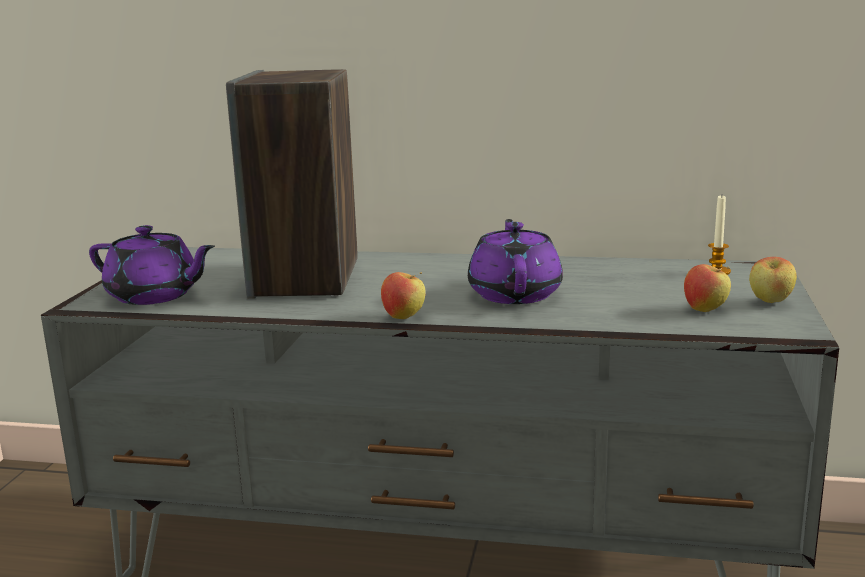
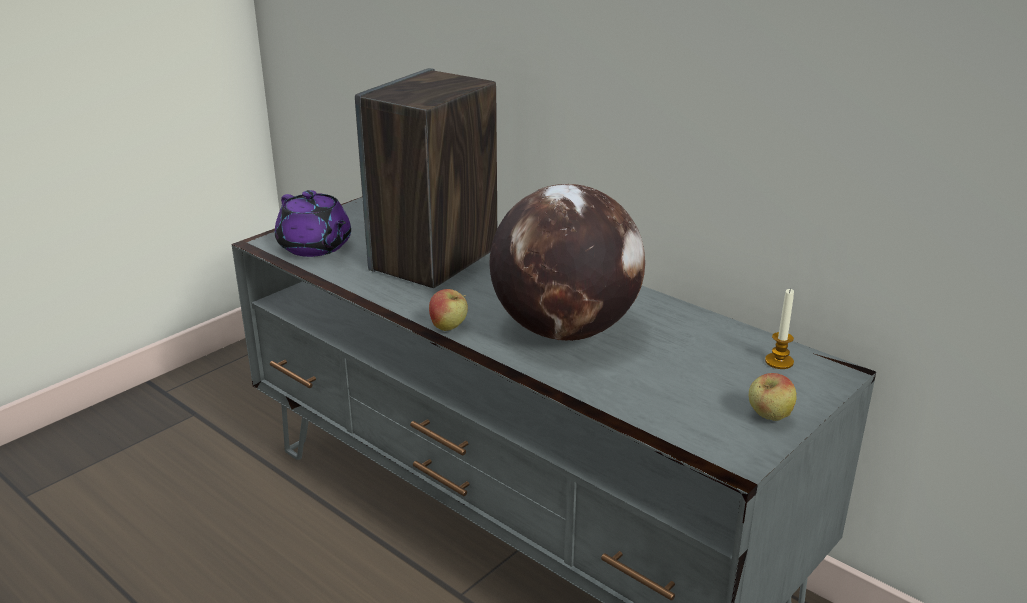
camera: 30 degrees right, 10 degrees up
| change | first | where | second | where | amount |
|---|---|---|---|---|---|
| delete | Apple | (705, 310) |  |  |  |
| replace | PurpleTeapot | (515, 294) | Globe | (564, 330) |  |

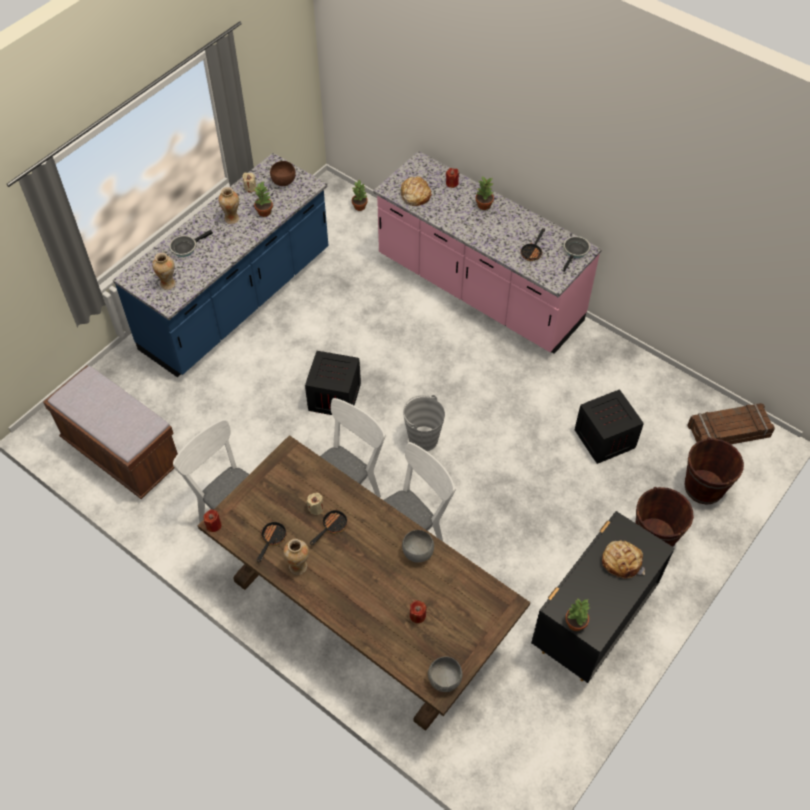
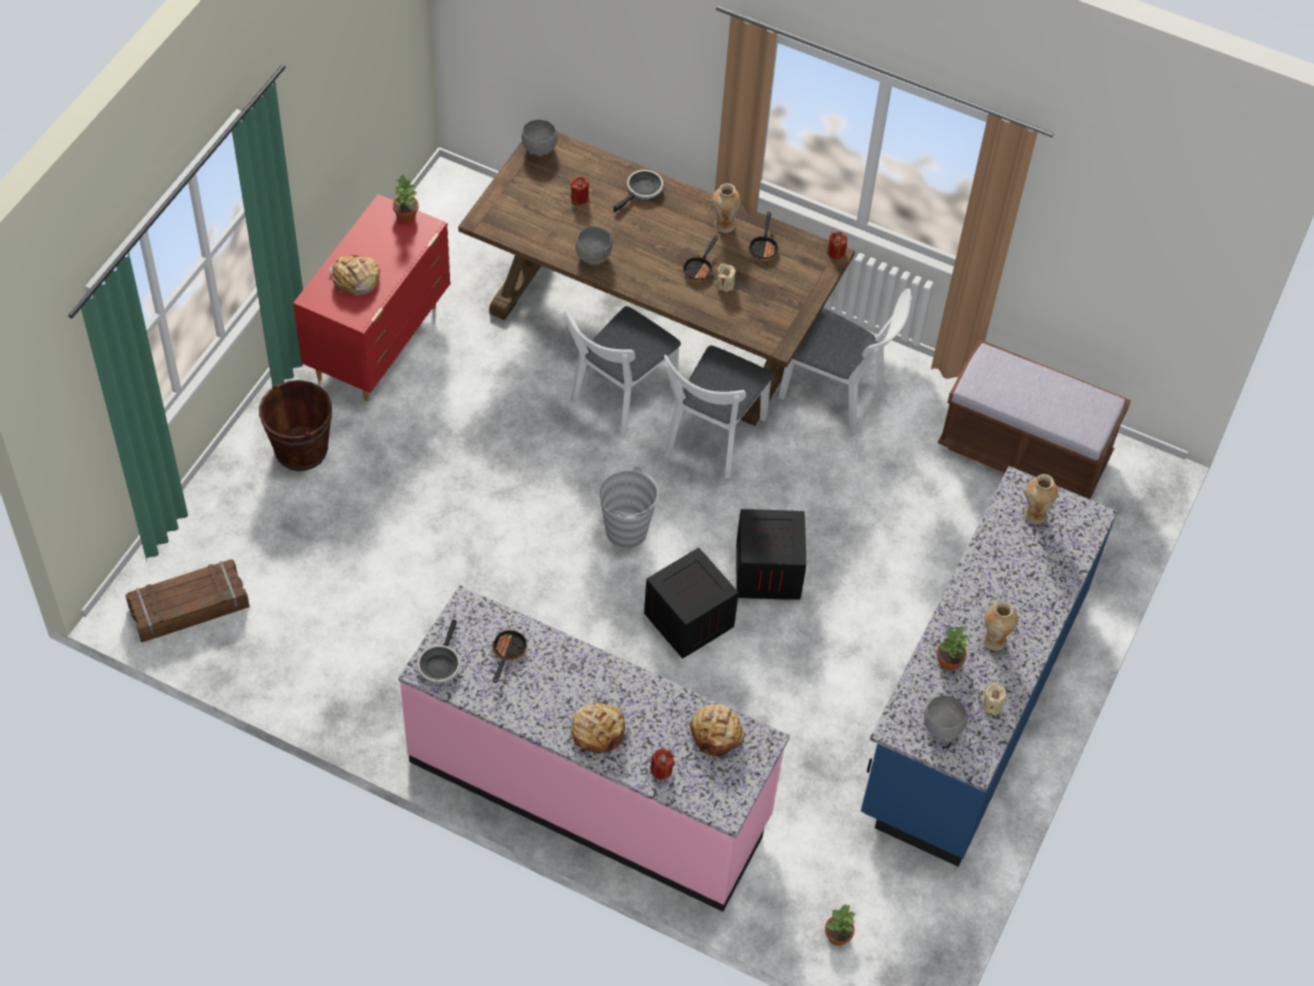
camera: 165 degrees right, 0 degrees up
| change | first | where | second | where | amount |
|---|---|---|---|---|---|
| delete | BrownBucket | (703, 487) |  |  |  |
| move | FryingPan | (186, 247) |  | (642, 191) |  |
| move | Crate | (605, 438) |  | (688, 621) |  |
| replace | PottedPlant | (484, 205) | Bread | (598, 731) |  |
| recolor | BrownBowl | (284, 182) | GreyBowl | (941, 727) |  |
| recolor | BlackDresser | (591, 624) | RedDresser | (380, 343) |  |

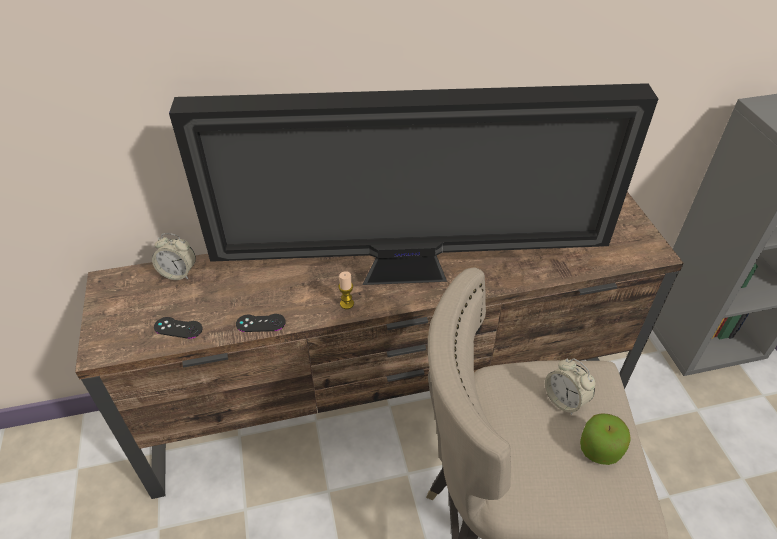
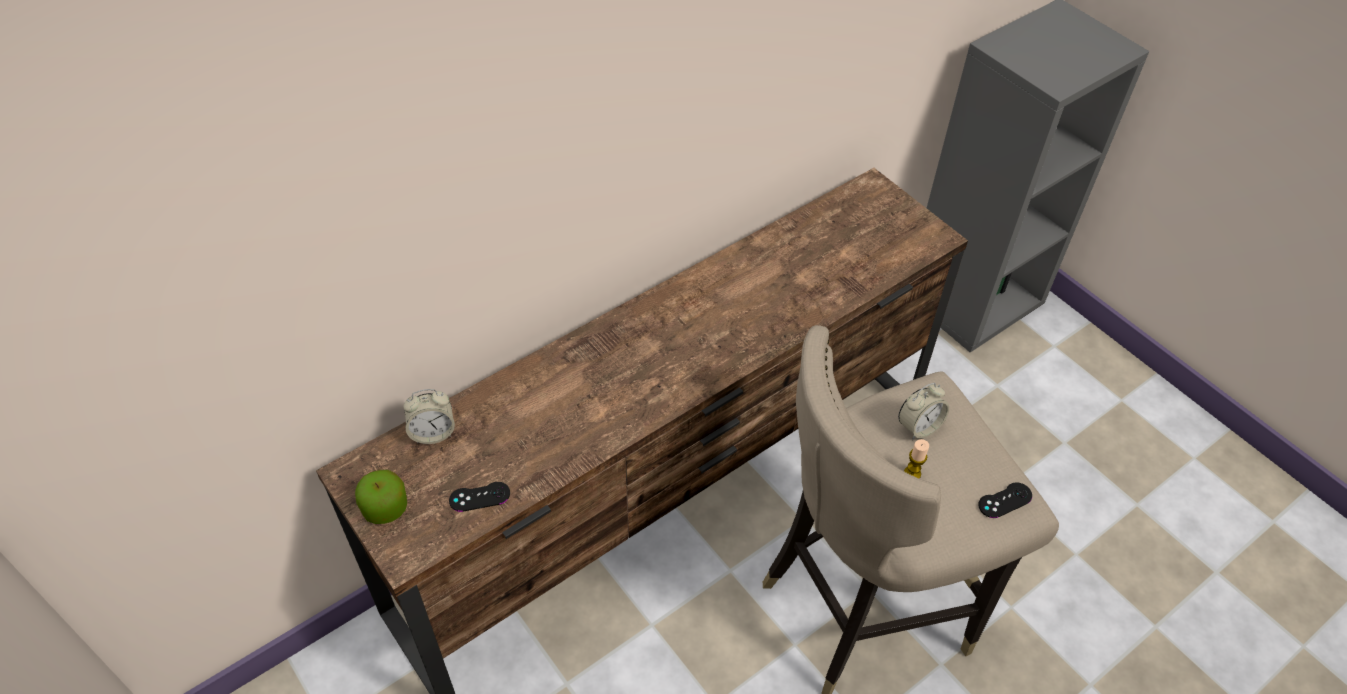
camera: 25 degrees left, 5 degrees up
| change | first | where | second | where | amount |
|---|---|---|---|---|---|
| delete | Television | (410, 274) |  |  |  |
| move | BlackGameController | (260, 323) |  | (1005, 500) |  |
| move | Candle | (347, 304) |  | (912, 473) |  |
| move | Apple | (600, 449) |  | (385, 508) |  |
| rotate | AlarmClock | (565, 400) |  | (919, 427) | 60 degrees counterclockwise |

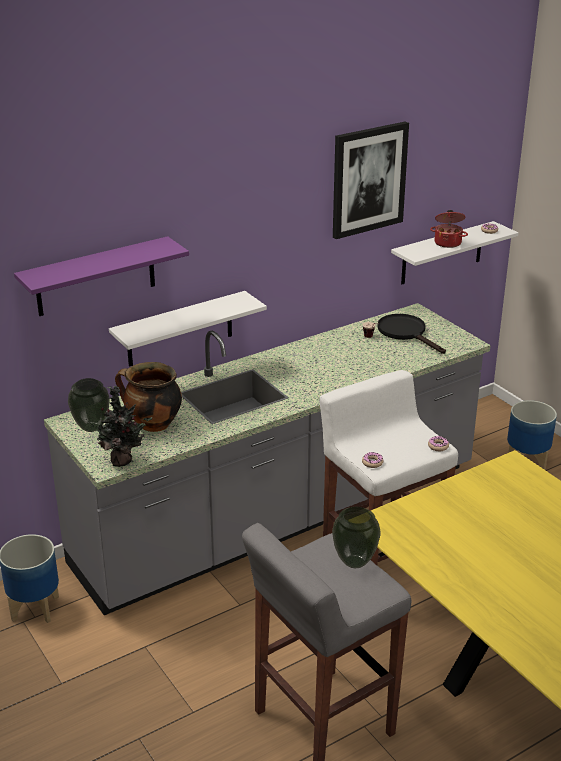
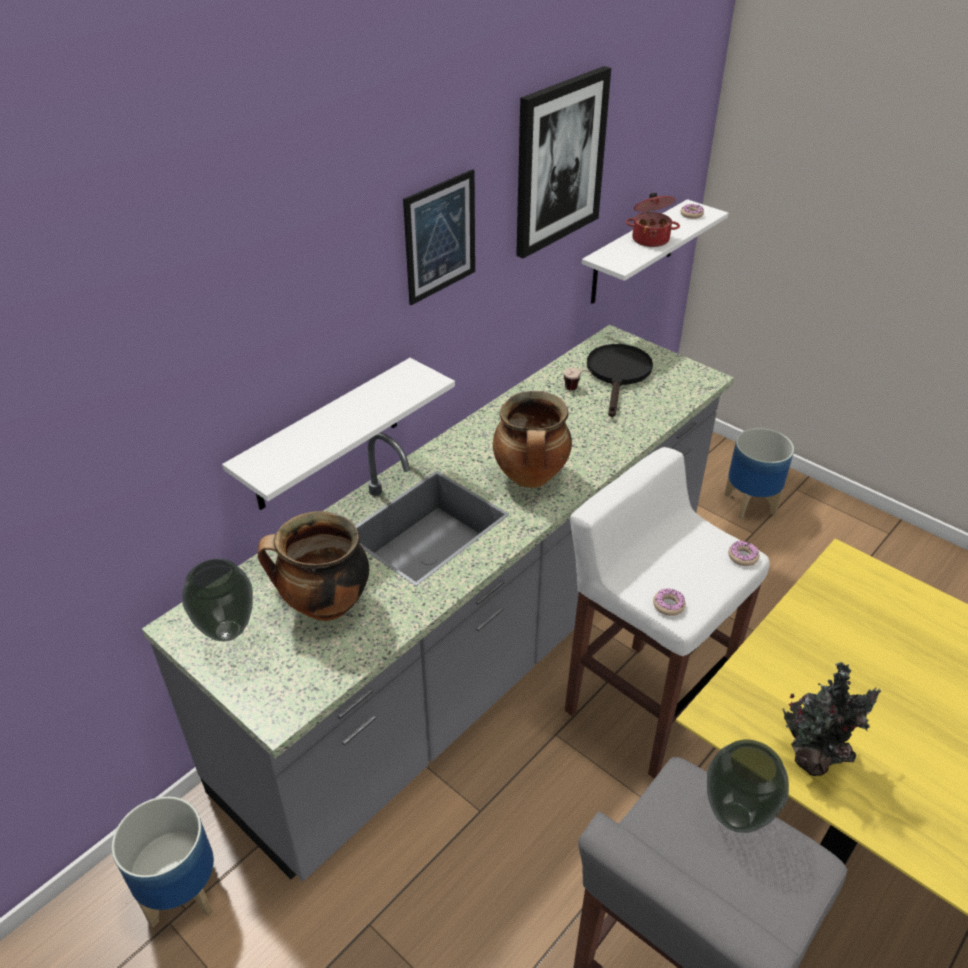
camera: 15 degrees left, 10 degrees up
| change | first | where | second | where | amount |
|---|---|---|---|---|---|
| delete | PurpleShelf | (96, 277) |  |  |  |
| insert |  |  | Picture | (440, 237) |  |
| insert |  |  | CookingPot | (531, 478) |  |
| move | PottedPlant | (123, 460) |  | (813, 758) |  |
| rotate | BlackFryingPan | (406, 333) |  | (618, 374) | 60 degrees clockwise |

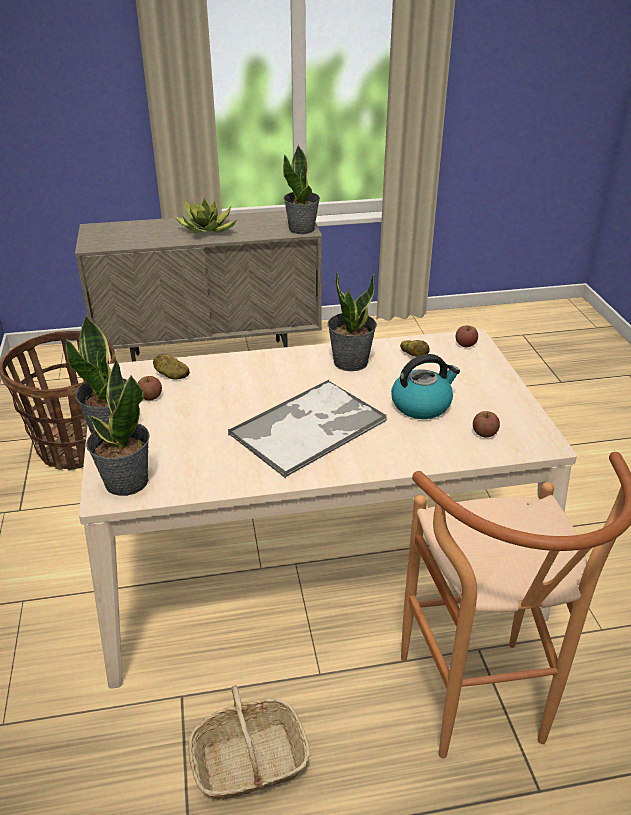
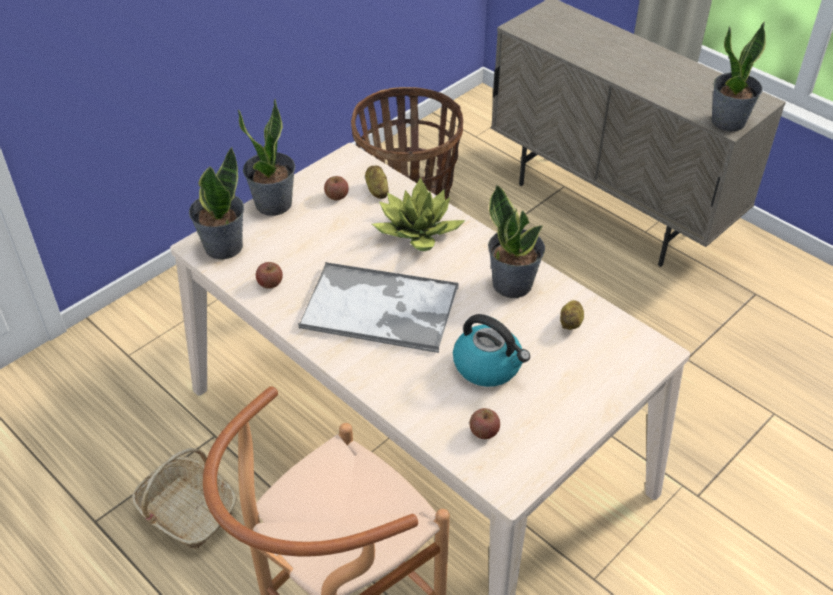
camera: 55 degrees right, 10 degrees up
| change | first | where | second | where | amount |
|---|---|---|---|---|---|
| move | PottedPlant | (207, 230) |  | (418, 232) |  |
| move | Apple | (465, 344) |  | (270, 283) |  |

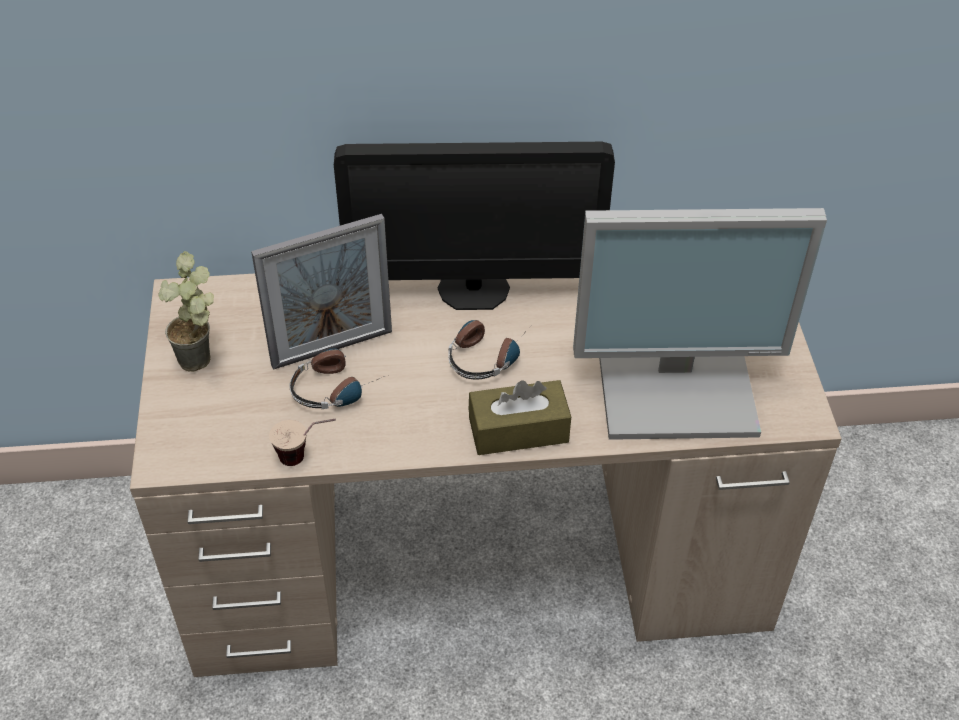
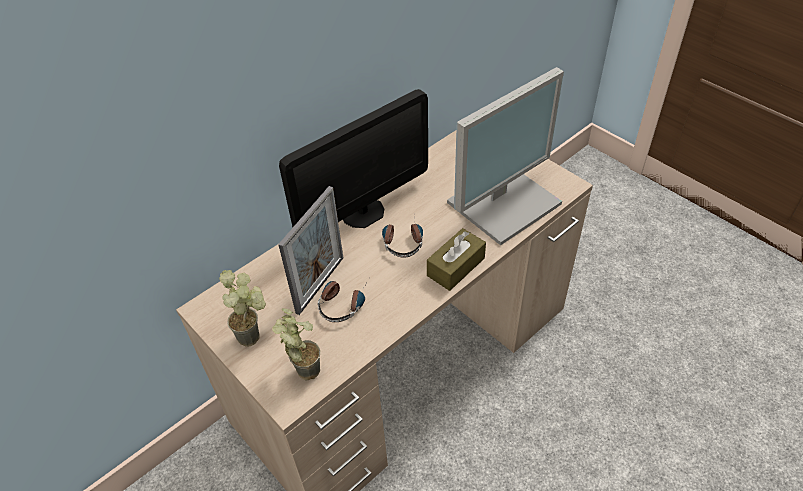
camera: 35 degrees left, 0 degrees up
| change | first | where | second | where | amount |
|---|---|---|---|---|---|
| delete | Cup | (306, 457) |  |  |  |
| insert |  |  | PottedPlant | (302, 368) |  |

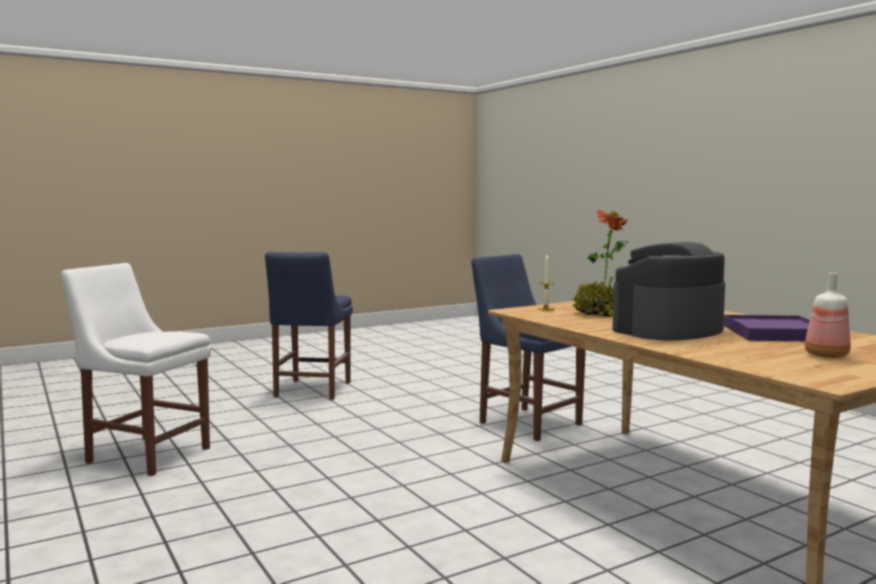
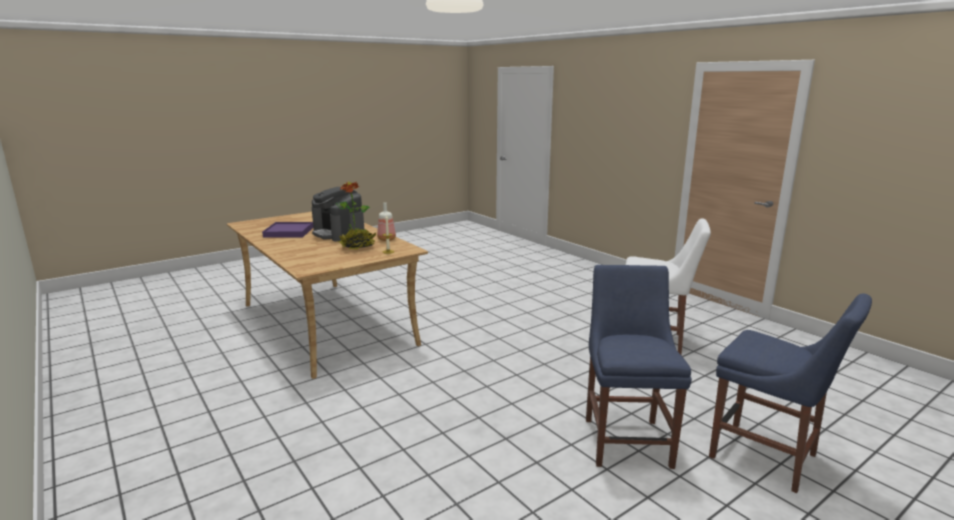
camera: 175 degrees right, 10 degrees up
| change | first | where | second | where | amount |
|---|---|---|---|---|---|
| move | BlueChair | (526, 422) |  | (768, 458) |  |
| move | Bottle | (825, 355) |  | (387, 239) |  |
| rotate | CoffeeMachine | (667, 330) |  | (339, 233) | 90 degrees clockwise |

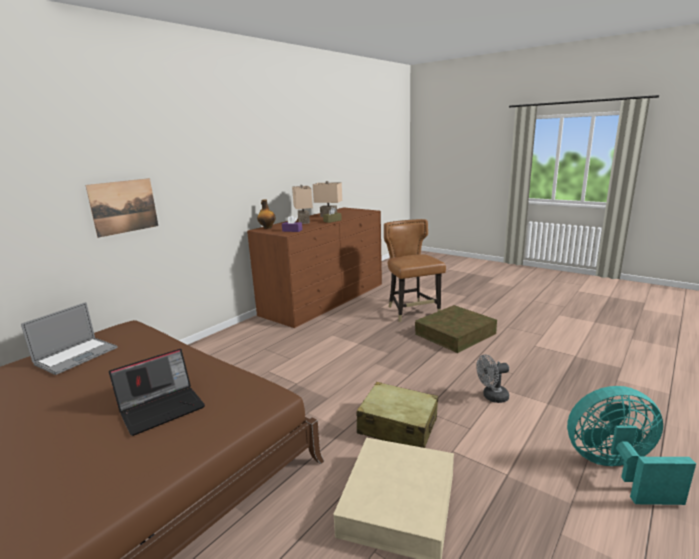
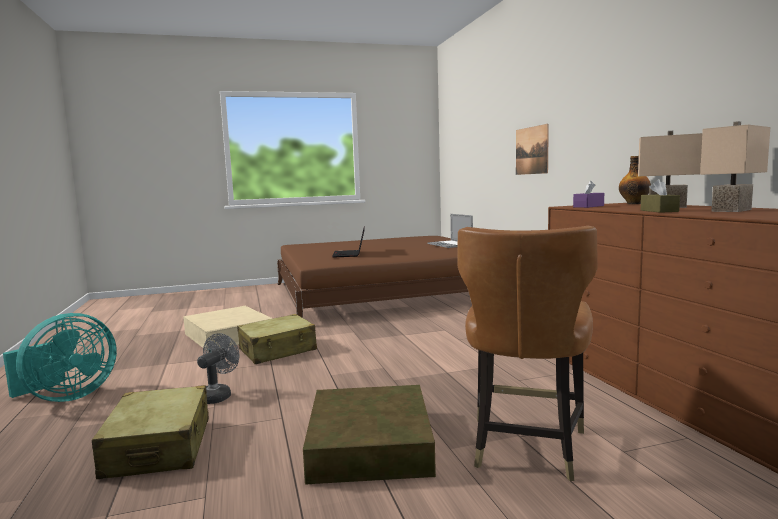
camera: 125 degrees right, 10 degrees down
| change | first | where | second | where | amount |
|---|---|---|---|---|---|
| insert |  |  | BeigeSuitcase | (159, 447) |  |
| rotate | BrownChair | (412, 311) |  | (525, 447) | 90 degrees clockwise |

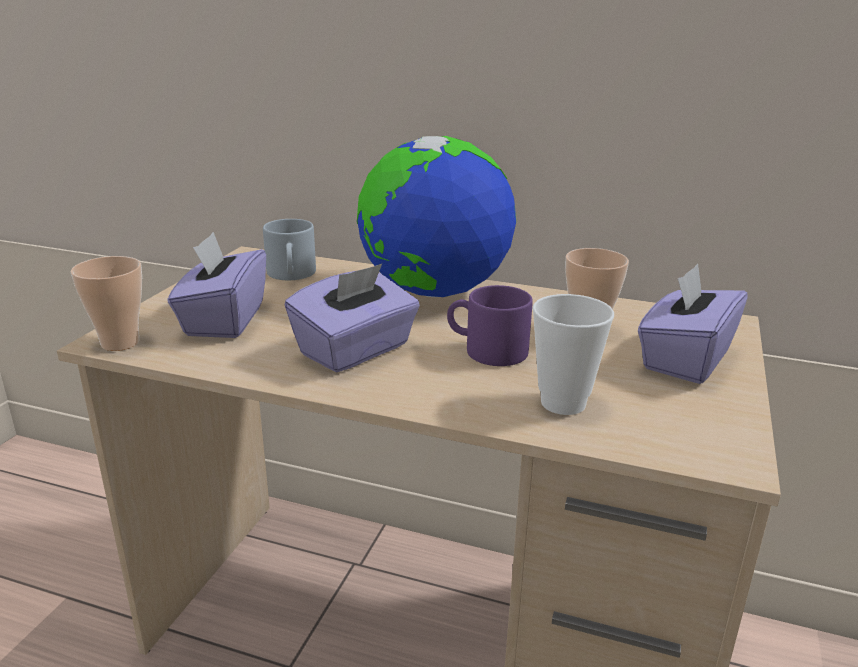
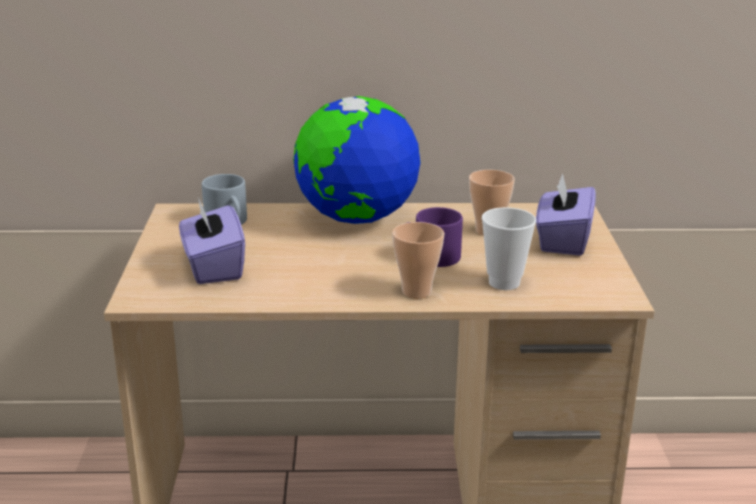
camera: 20 degrees left, 0 degrees up
| change | first | where | second | where | amount |
|---|---|---|---|---|---|
| delete | PurpleTissueBox | (356, 350) |  |  |  |
| move | Cup | (120, 343) |  | (416, 291) |  |

